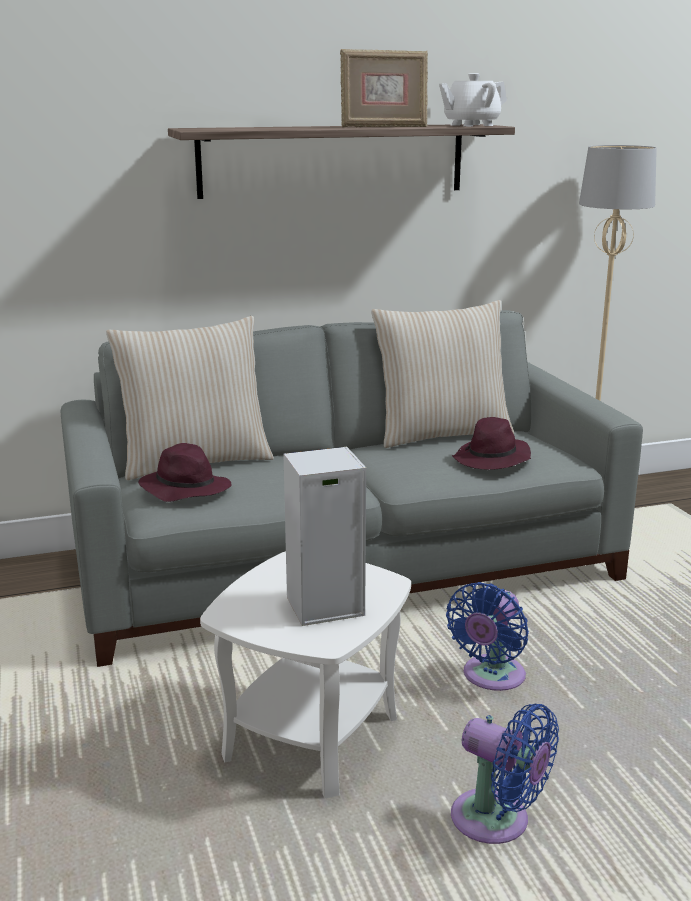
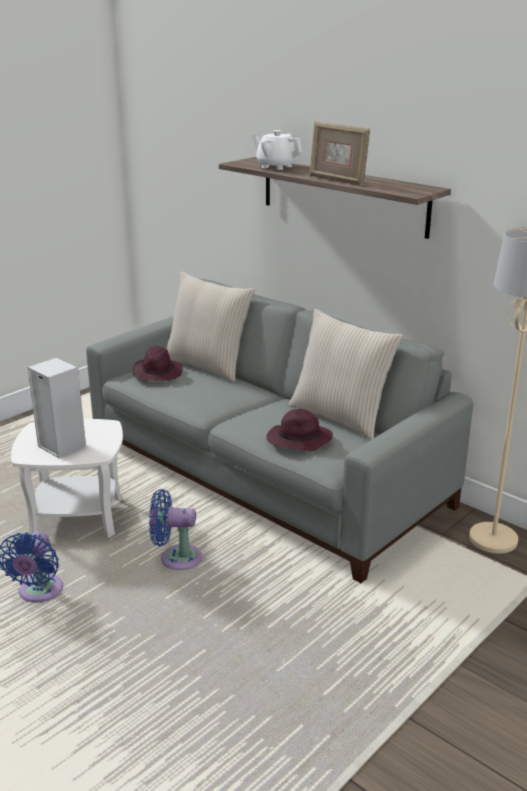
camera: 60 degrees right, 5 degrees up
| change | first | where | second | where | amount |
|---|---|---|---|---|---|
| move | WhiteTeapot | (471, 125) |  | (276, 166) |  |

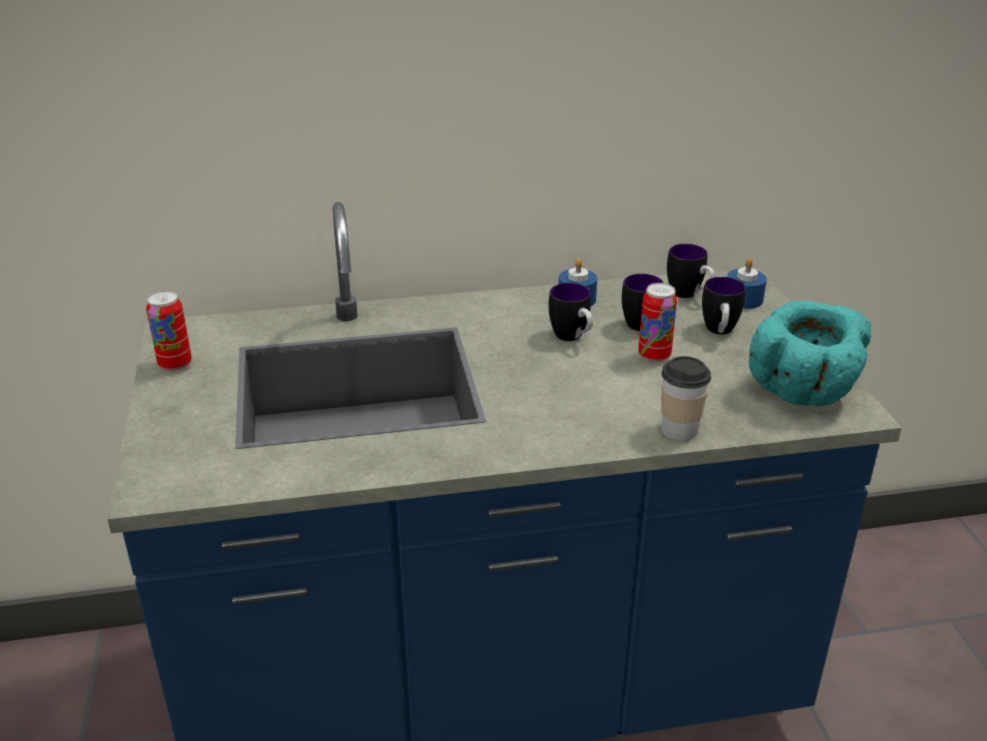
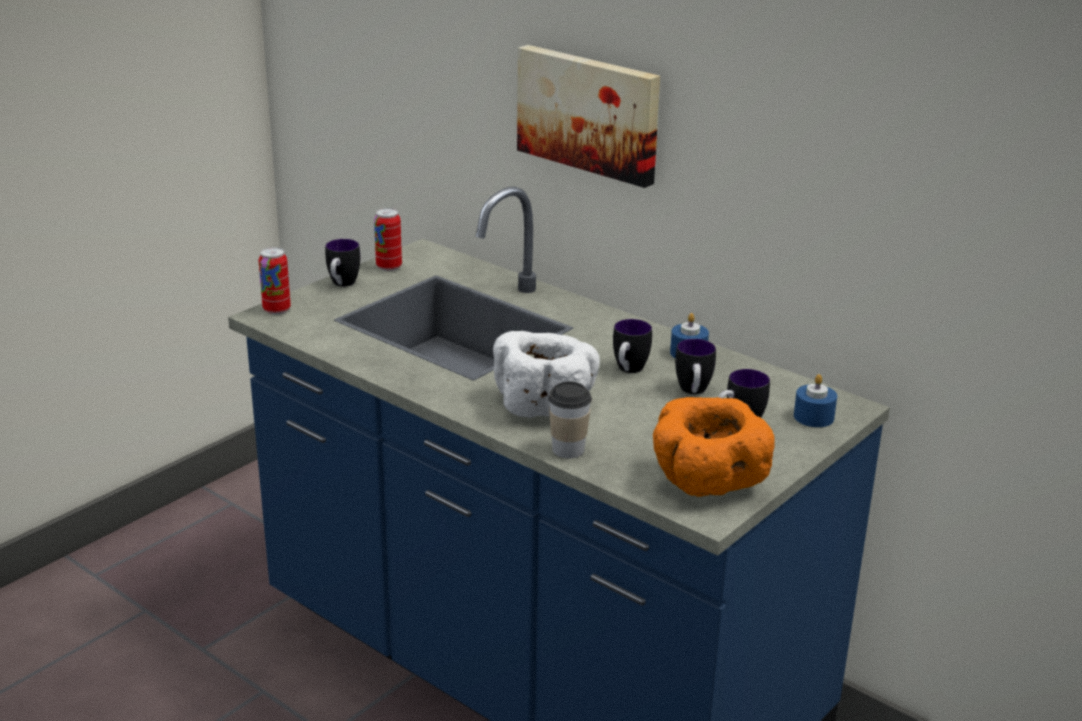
camera: 50 degrees right, 5 degrees down
| change | first | where | second | where | amount |
|---|---|---|---|---|---|
| insert |  |  | WhiteBowl | (545, 405) |  |
| insert |  |  | Picture | (590, 113) |  |
| move | Can | (654, 356) |  | (276, 310) |  |
| move | Mug | (689, 295) |  | (342, 285) |  |
| recolor | TurquoiseBowl | (805, 390) | OrangeBowl | (707, 484) |  |

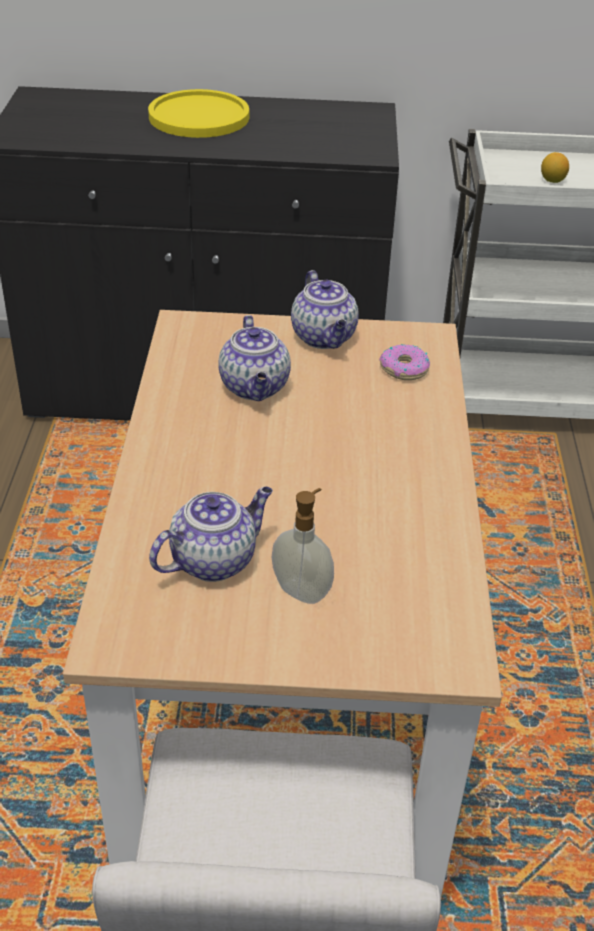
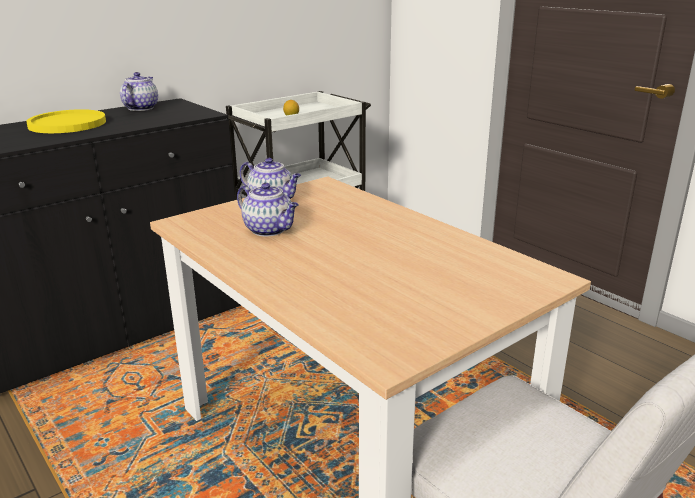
camera: 40 degrees left, 15 degrees down
| change | first | where | second | where | amount |
|---|---|---|---|---|---|
| delete | SoapDispenser | (302, 590) |  |  |  |
| delete | Donut | (404, 369) |  |  |  |
| move | Teapot | (214, 560) |  | (141, 108) |  |

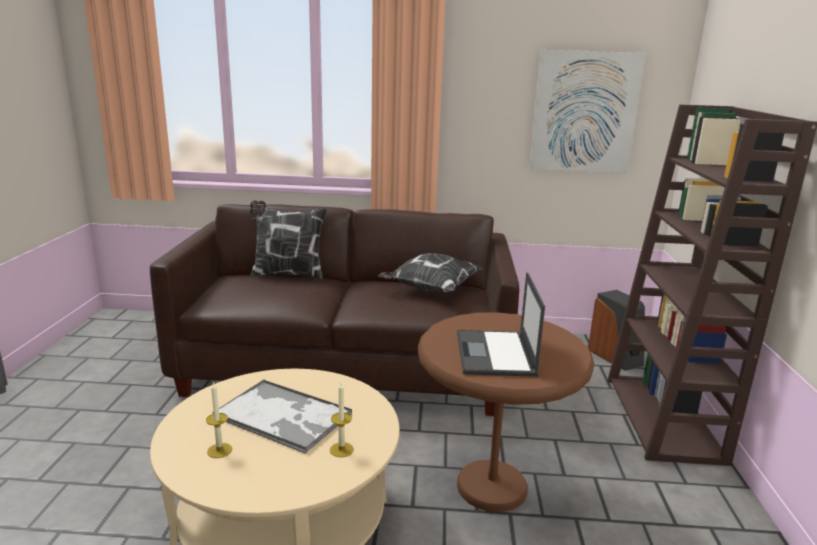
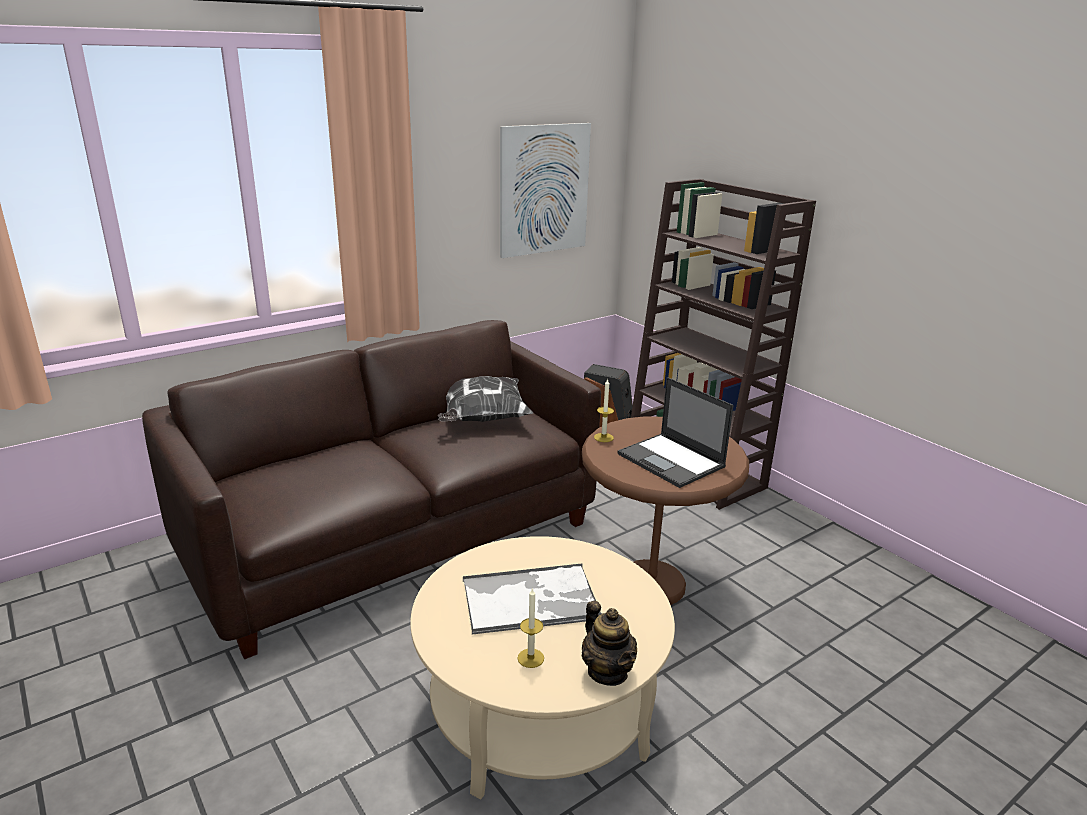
camera: 40 degrees left, 5 degrees up
| change | first | where | second | where | amount |
|---|---|---|---|---|---|
| delete | Pillow | (287, 274) |  |  |  |
| insert |  |  | Teapot | (607, 672) |  |
| move | Candle | (341, 449) |  | (603, 437) |  |

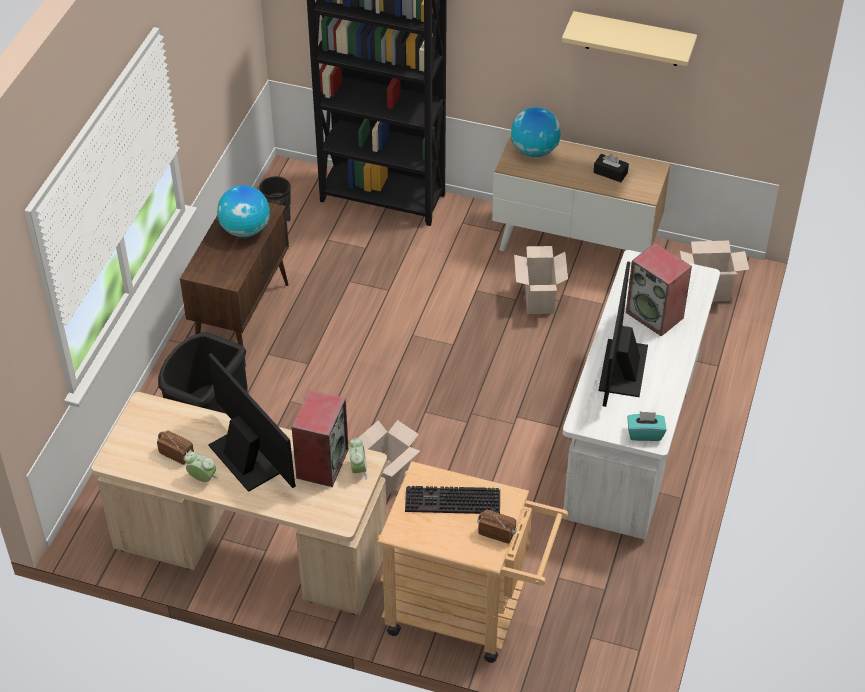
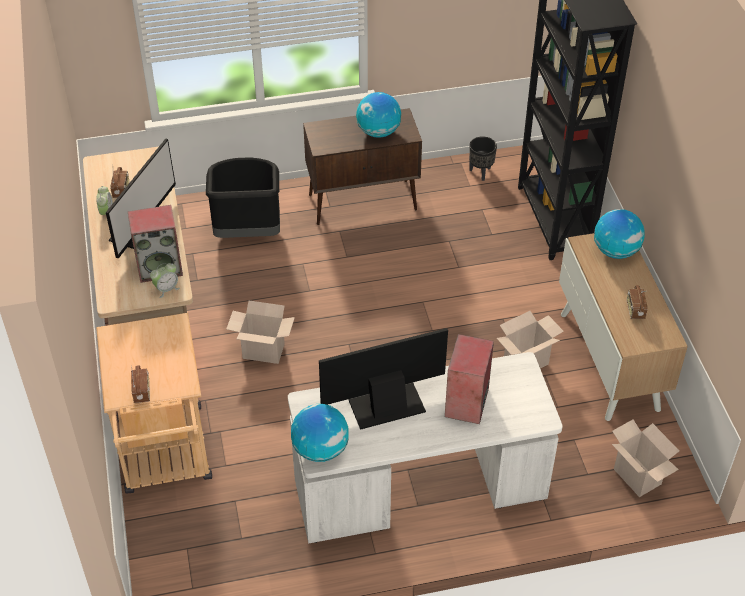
camera: 60 degrees right, 0 degrees up
| change | first | where | second | where | amount |
|---|---|---|---|---|---|
| delete | Keyboard | (451, 503) |  |  |  |
| delete | BeigeShelf | (633, 39) |  |  |  |
| replace | BlackTissueBox | (610, 173) | Radio | (635, 310) |  |
| replace | TurquoiseTissueBox | (645, 433) | Globe | (320, 449) |  |

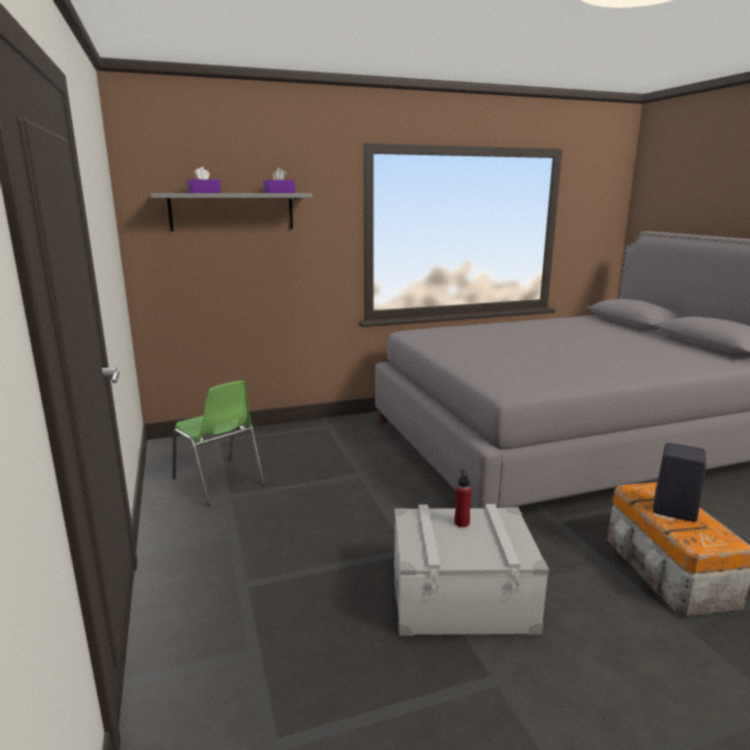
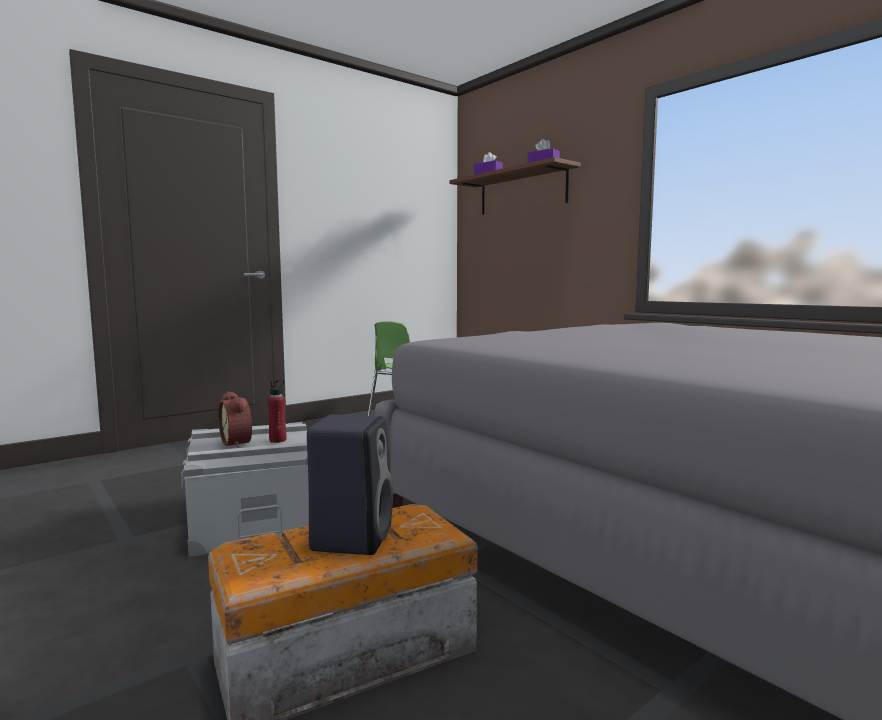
camera: 70 degrees right, 10 degrees down
| change | first | where | second | where | amount |
|---|---|---|---|---|---|
| insert |  |  | AlarmClock | (239, 443) |  |
| recolor | GreyShelf | (232, 211) | BrownShelf | (522, 191) |  |

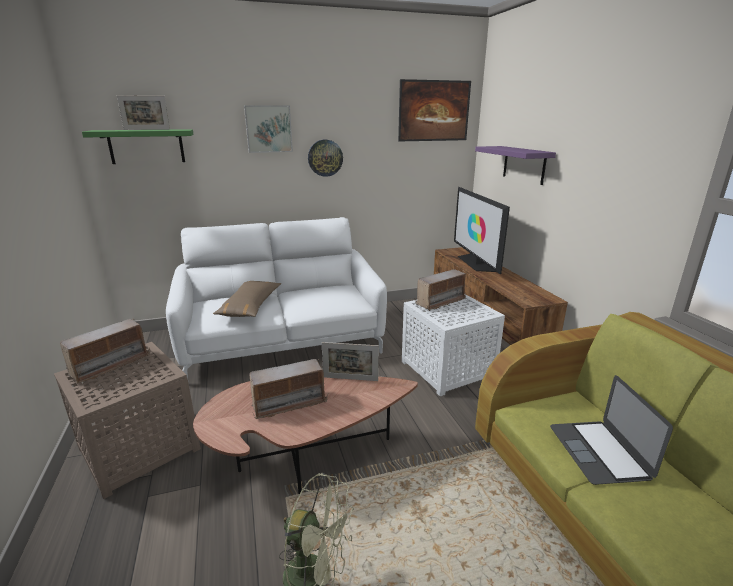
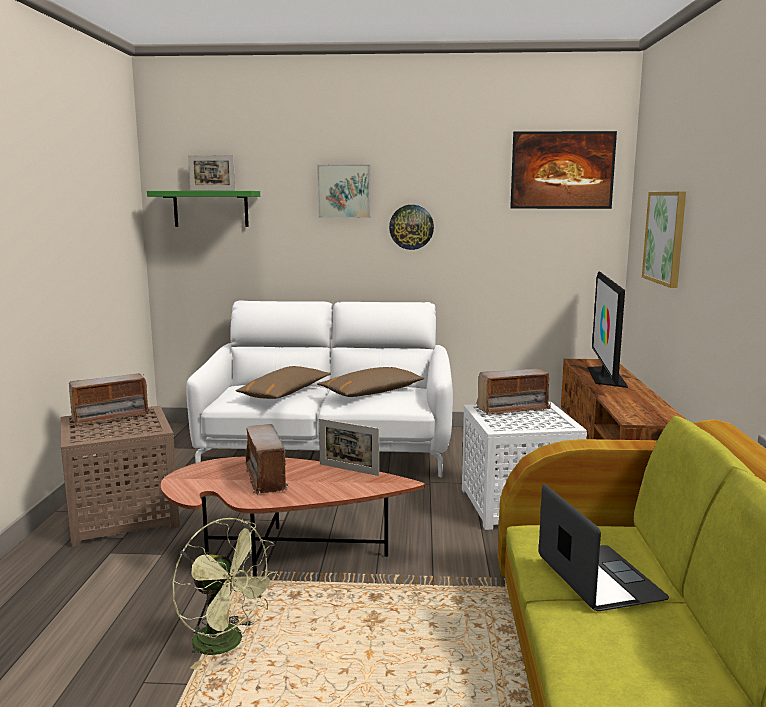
camera: 20 degrees right, 10 degrees down
| change | first | where | second | where | amount |
|---|---|---|---|---|---|
| insert |  |  | BrownPillow | (372, 392) |  |
| replace | PurpleShelf | (524, 164) | Picture | (665, 237) |  |
| rotate | Radio | (289, 403) |  | (266, 478) | 75 degrees clockwise |
| rotate | Laptop | (599, 451) |  | (599, 577) | 150 degrees clockwise |

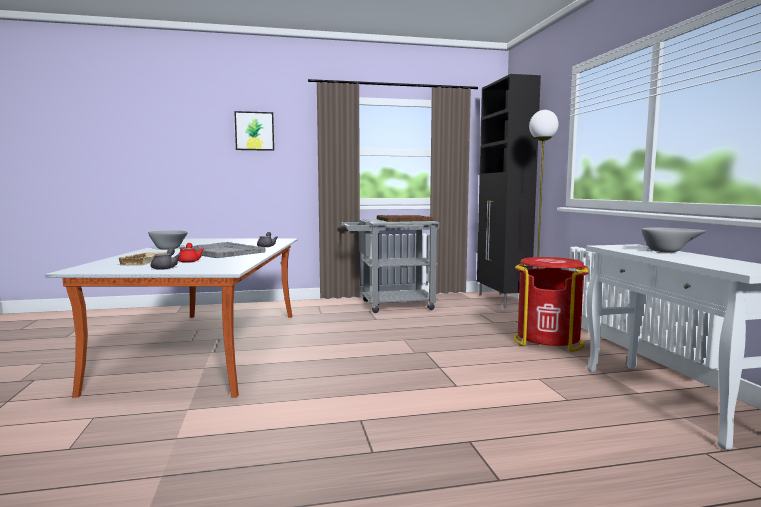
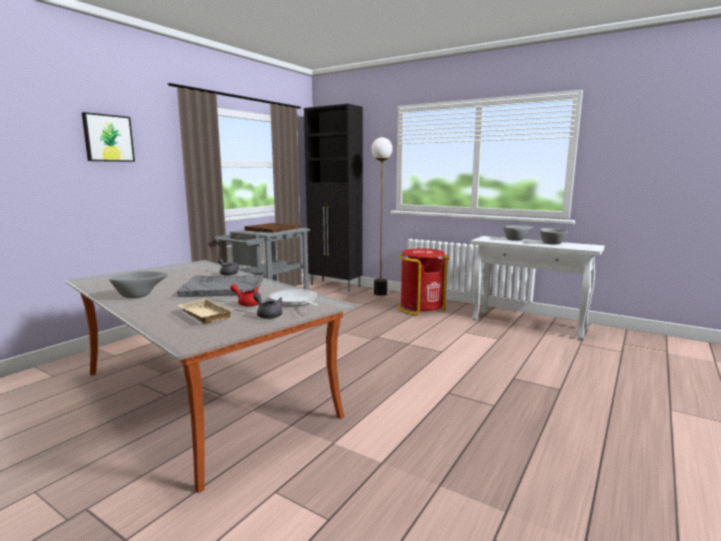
camera: 45 degrees left, 5 degrees up
| change | first | where | second | where | amount |
|---|---|---|---|---|---|
| insert |  |  | FryingPan | (295, 302) |  |
| insert |  |  | GreyBowl | (551, 244) |  |

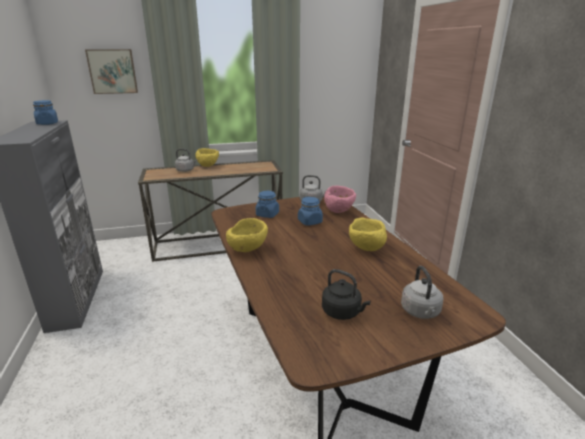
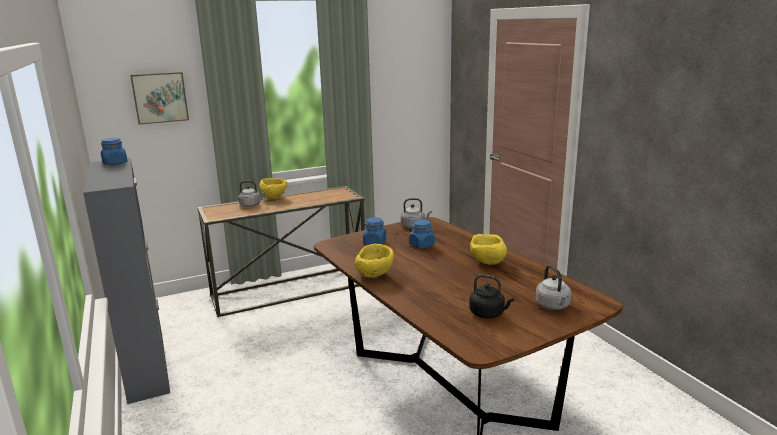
camera: 10 degrees left, 5 degrees down
| change | first | where | second | where | amount |
|---|---|---|---|---|---|
| delete | PinkBowl | (339, 211) |  |  |  |

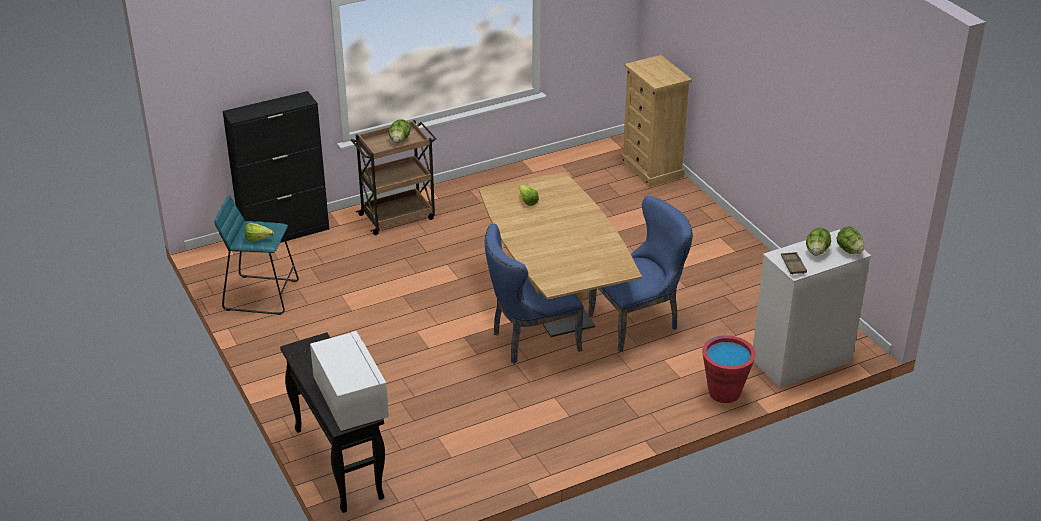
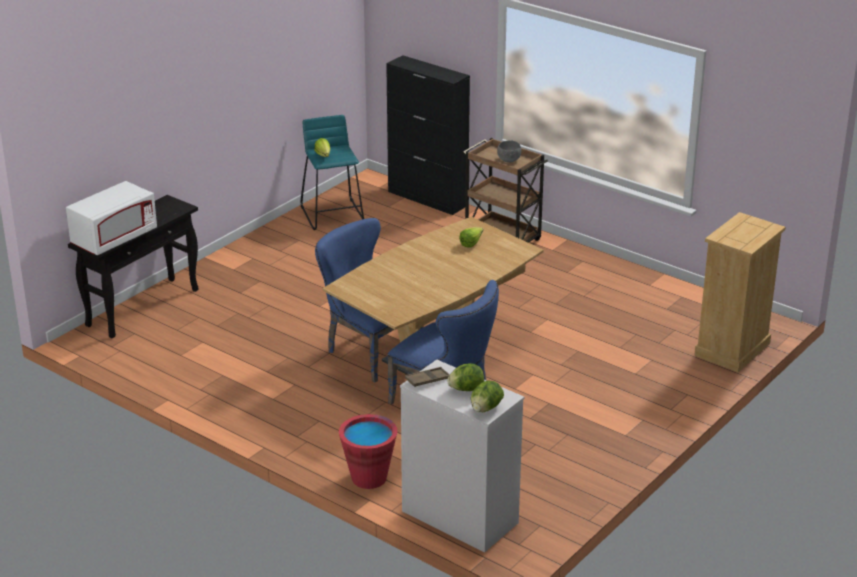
camera: 65 degrees right, 5 degrees down
| change | first | where | second | where | amount |
|---|---|---|---|---|---|
| replace | Lettuce | (400, 140) | GreyBowl | (509, 160) |  |

